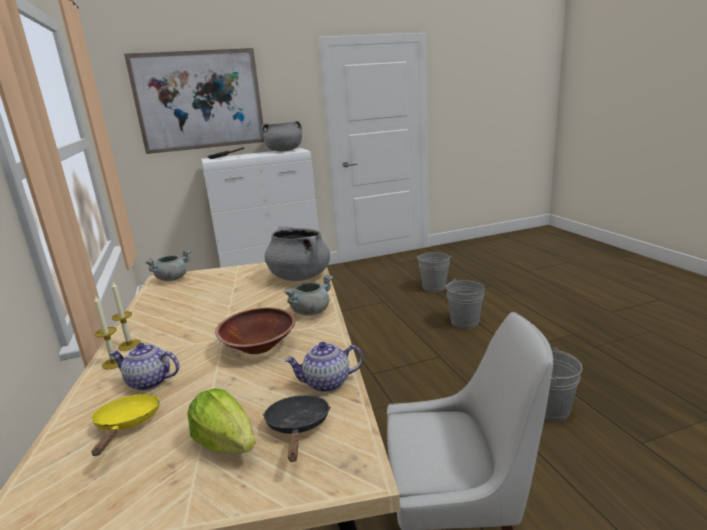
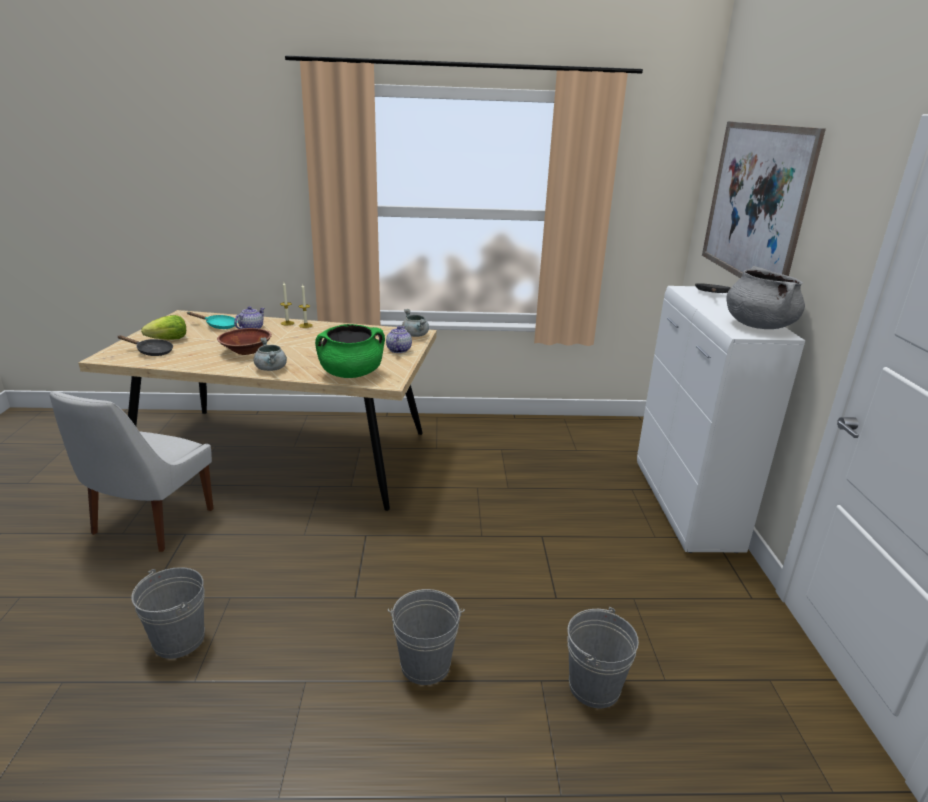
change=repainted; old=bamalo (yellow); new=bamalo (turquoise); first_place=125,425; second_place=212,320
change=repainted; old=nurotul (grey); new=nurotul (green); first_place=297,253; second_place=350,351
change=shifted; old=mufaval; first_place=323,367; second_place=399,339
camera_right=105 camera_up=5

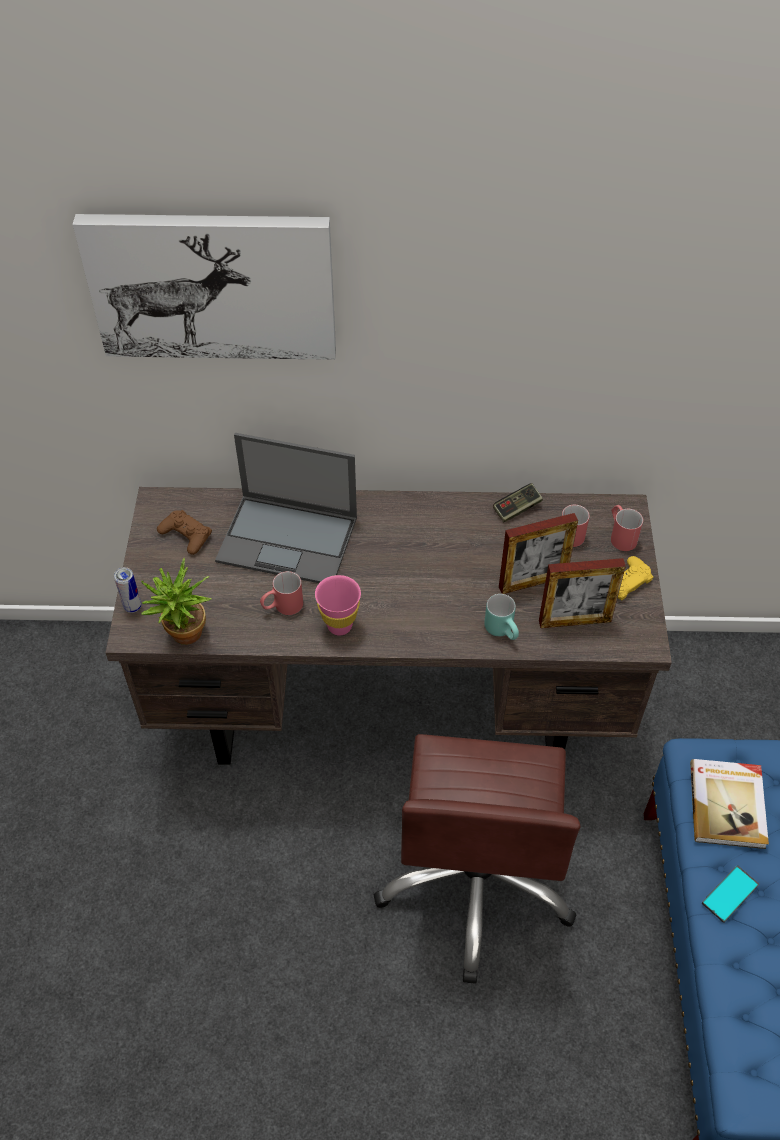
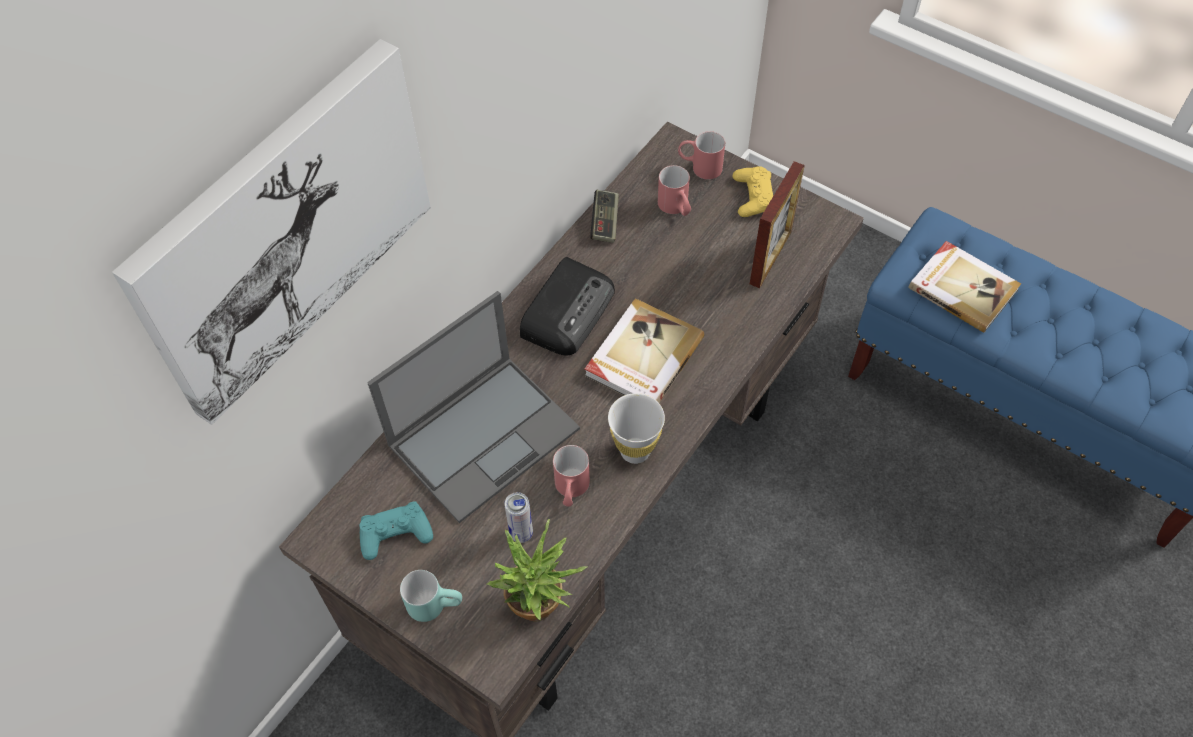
change=shifted; old=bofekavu; first_place=128,590; second_place=519,517
change=repainted; old=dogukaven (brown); new=dogukaven (turquoise); first_place=184,532; second_place=396,530
change=repainted; old=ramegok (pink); new=ramegok (white); first_place=338,605; second_place=636,428
change=gone; old=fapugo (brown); first_place=477,859
change=shifted; old=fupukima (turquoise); first_place=501,617; second_place=431,596
change=gone; old=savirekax; first_place=538,553
change=gone; old=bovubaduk; first_place=730,894
change=new; new=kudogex; second_place=567,306
change=new; new=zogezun; second_place=644,350
camera_right=-55 camera_up=5

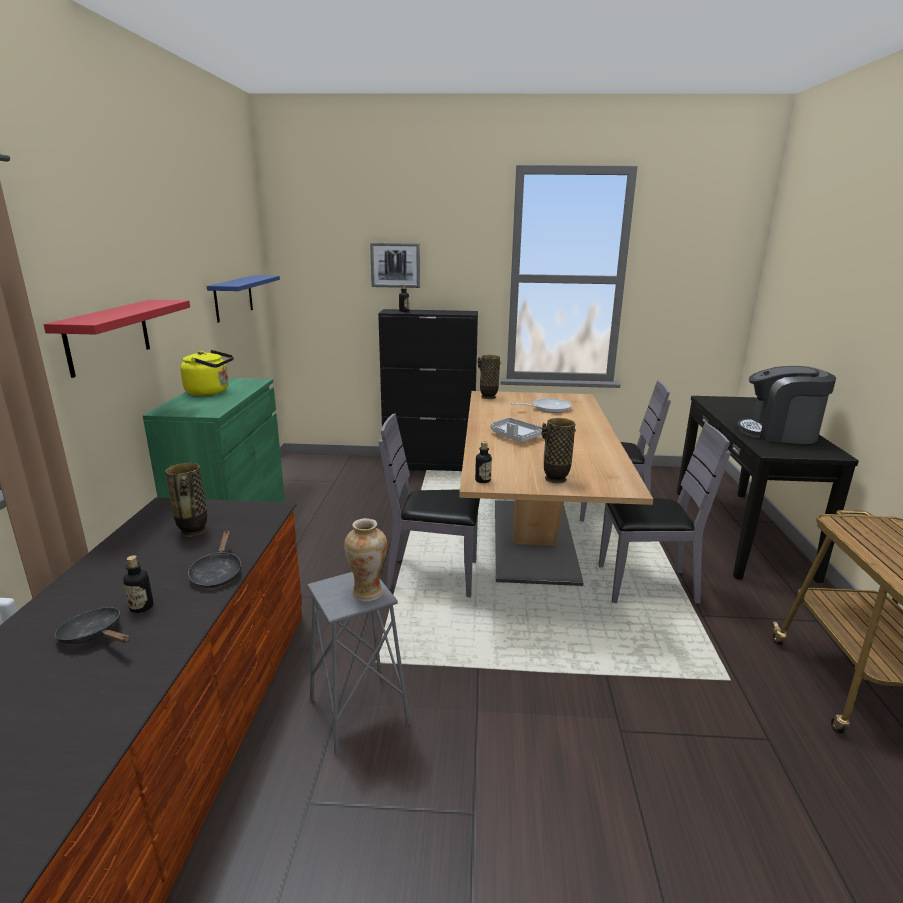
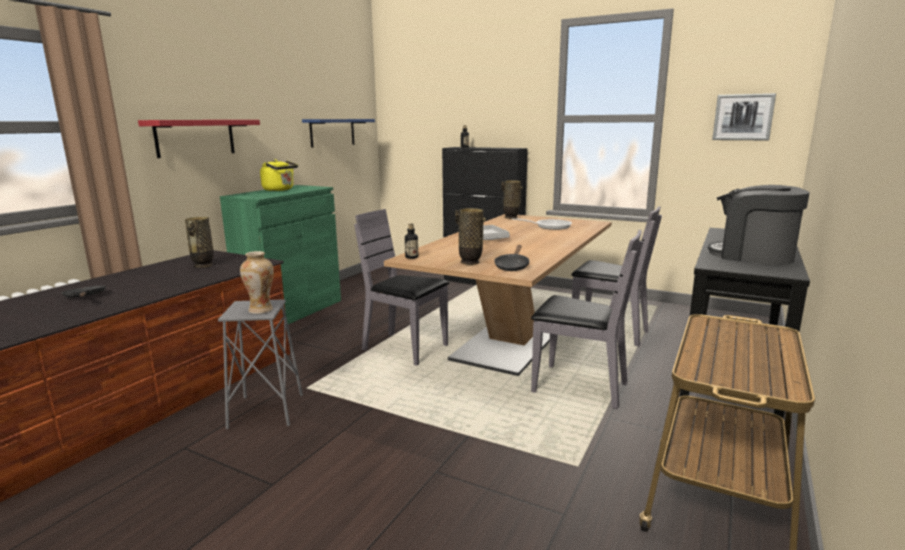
change=gone; old=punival; first_place=138,584
change=shifted; old=bamalo (black); first_place=215,559; second_place=512,258
change=shifted; old=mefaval; first_place=395,265; second_place=744,116
camera_right=25 camera_up=-5

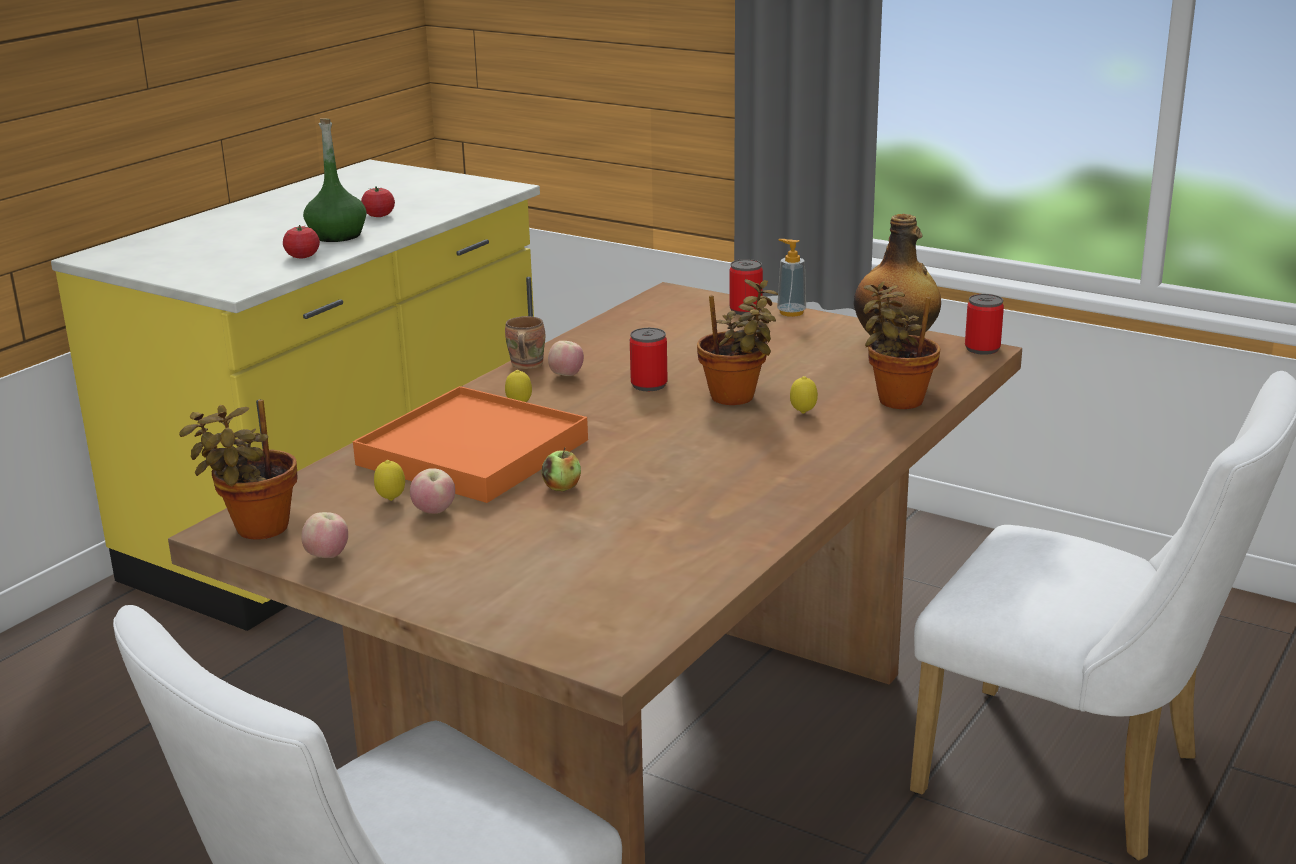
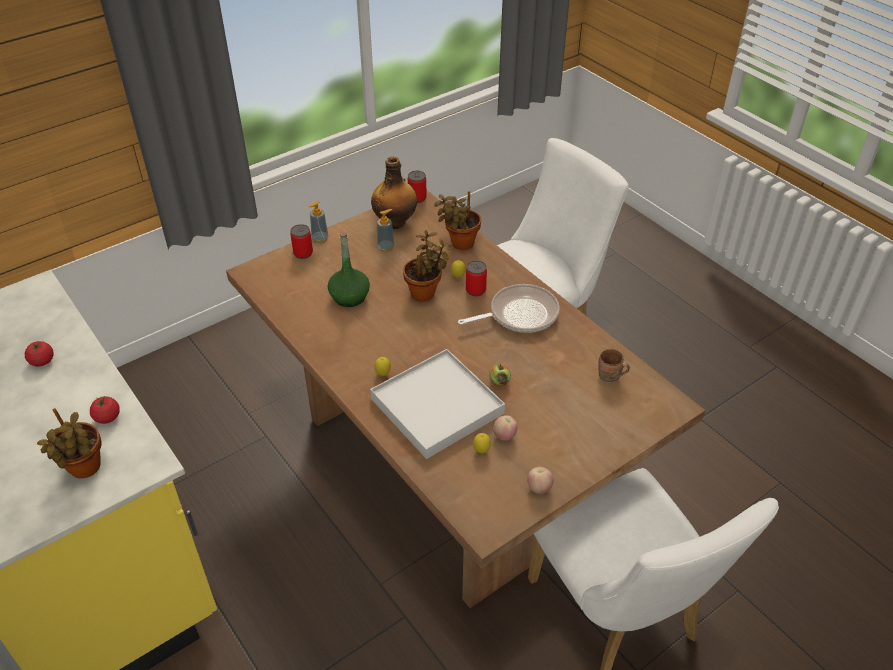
change=shifted; old=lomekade; first_place=238,470; second_place=69,443
change=shifted; old=punival (green); first_place=335,180; second_place=349,269
change=repainted; old=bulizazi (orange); new=bulizazi (white); first_place=470,444; second_place=437,404
change=shifted; old=fupukima (brown); first_place=525,342; second_place=614,366
change=gone; old=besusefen; first_place=566,358
change=shifted; old=bofekavu; first_place=649,359; second_place=476,278
change=new; new=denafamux; second_place=385,230
change=new; new=bamalo; second_place=509,308
camera_right=-70 camera_up=20

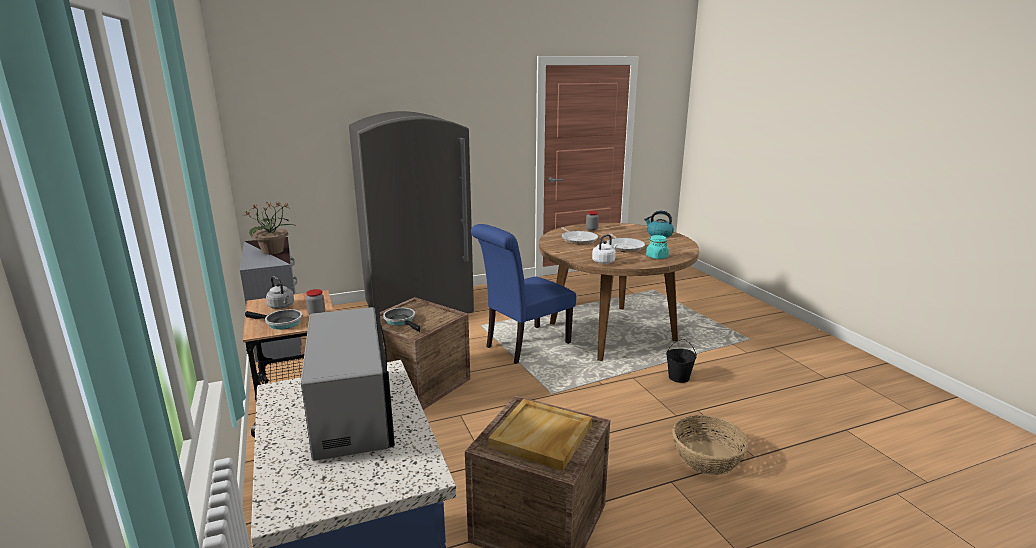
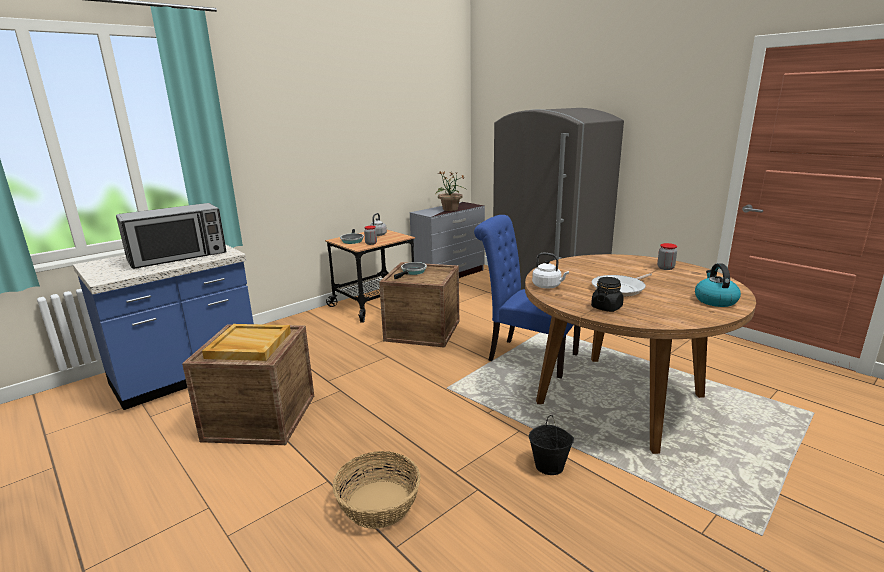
change=gone; old=bamalo; first_place=579,236
change=repainted; old=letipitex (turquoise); new=letipitex (black); first_place=657,247; second_place=607,294
camera_right=70 camera_up=0

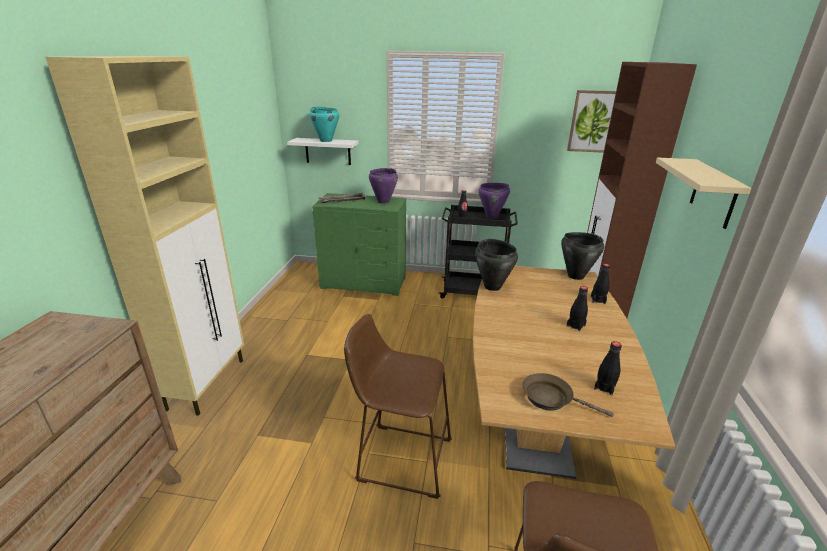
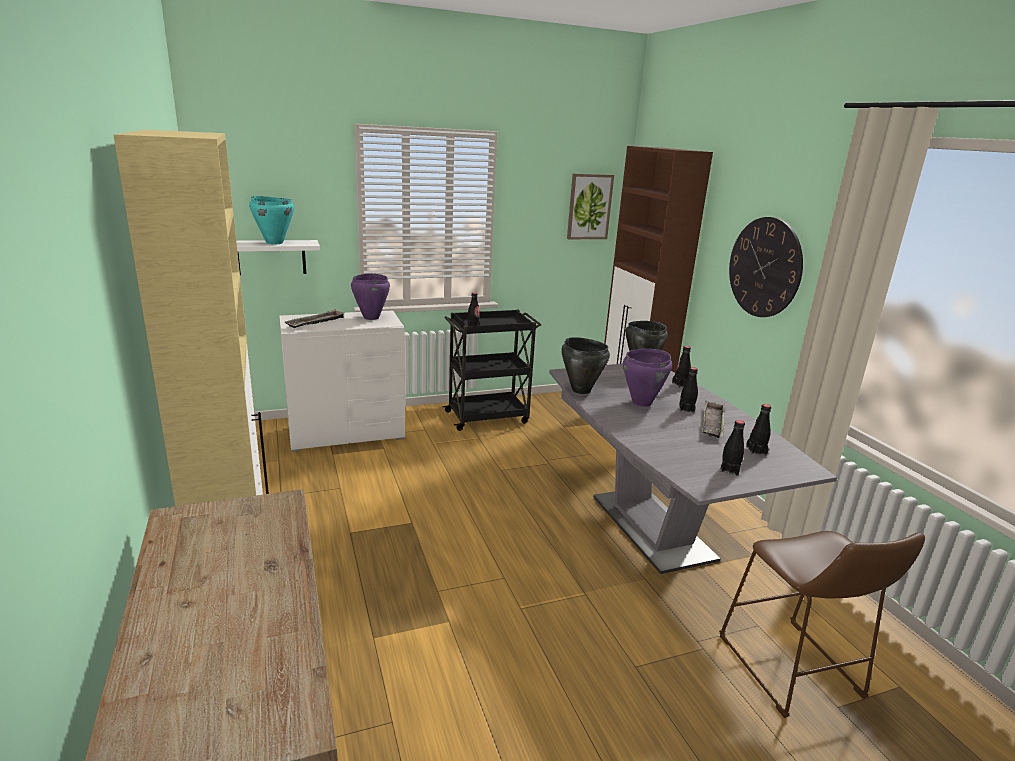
change=repainted; old=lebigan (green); new=lebigan (white); first_place=359,244; second_place=342,381
change=gone; old=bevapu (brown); first_place=398,406
change=repainted; old=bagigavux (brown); new=bagigavux (grey); first_place=574,372; second_place=693,469
change=shifted; old=nurotul (purple); first_place=494,200; second_place=647,378
change=swapped; old=bamalo (brown); new=punival (black); first_place=568,395; second_place=732,448
change=swapped; old=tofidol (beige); new=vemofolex; first_place=703,193; second_place=766,267
change=new; new=bulizazi; second_place=713,419
camera_right=-30 camera_up=-5

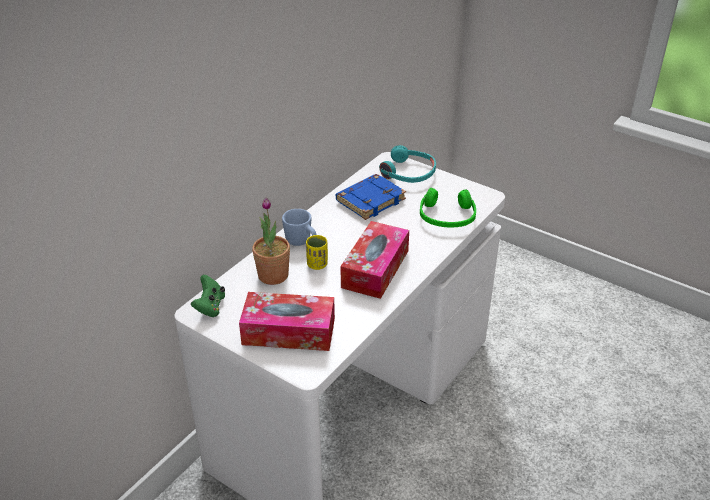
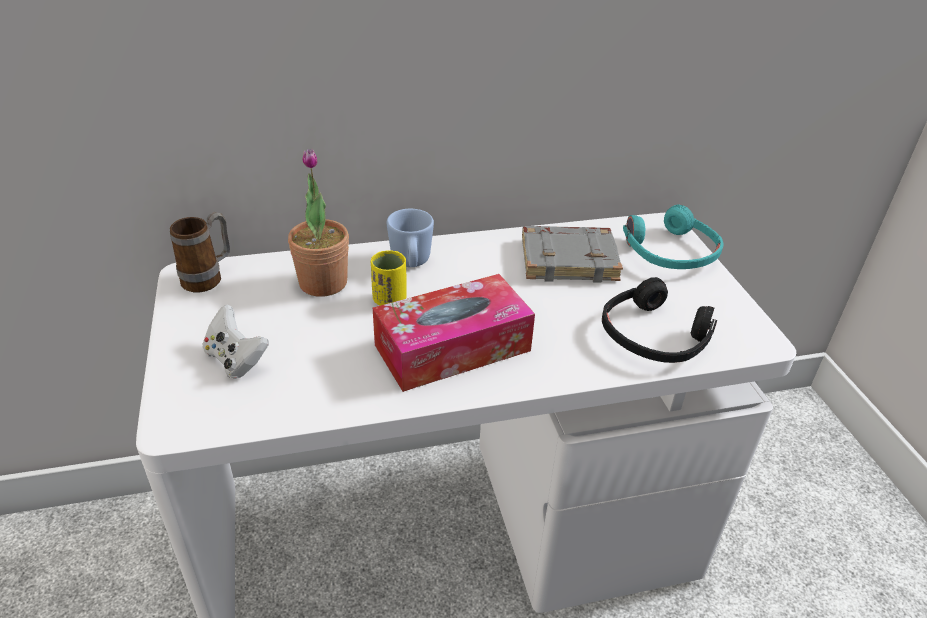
change=swapped; old=dogukaven (green); new=fupukima; first_place=208,296; second_place=200,252
change=swapped; old=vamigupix; new=dogukaven (white); first_place=287,321; second_place=236,342
change=repainted; old=zogezun (blue); new=zogezun (grey); first_place=371,197; second_place=572,254
change=repainted; old=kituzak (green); new=kituzak (black); first_place=448,207; second_place=659,320
camera_right=40 camera_up=0

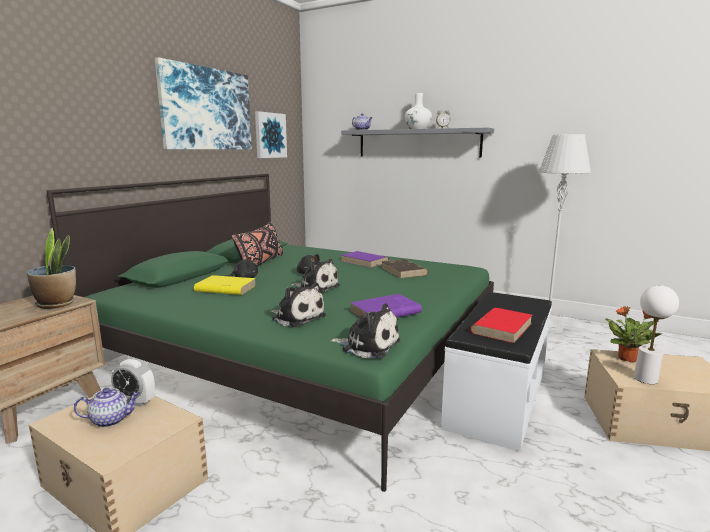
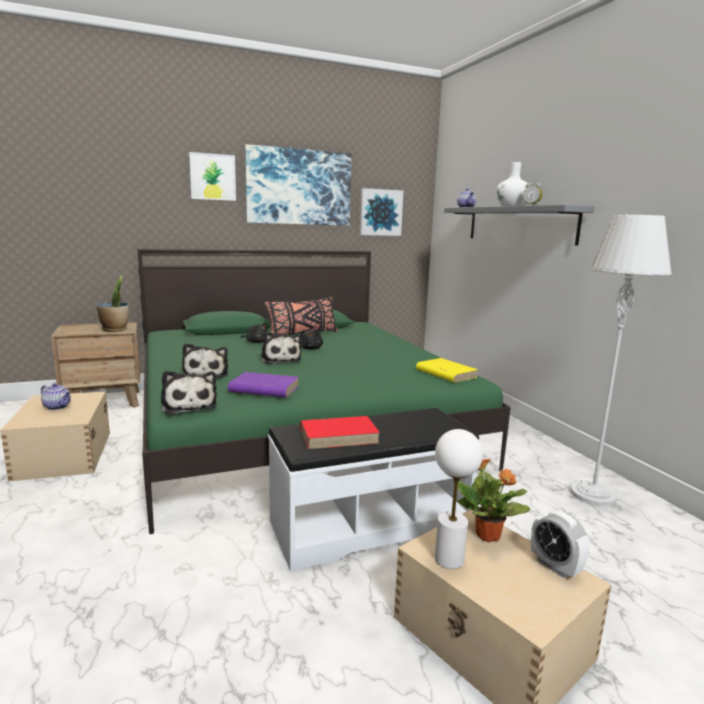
change=shifted; old=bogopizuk; first_place=133,383; second_place=560,544
change=shifted; old=zogezun (yellow); first_place=225,285; second_place=447,370
change=gone; old=zogezun (purple); first_place=365,259
change=gone; old=zogezun (brown); first_place=404,269
change=new; new=mefaval; second_place=212,176
camera_right=40 camera_up=0

